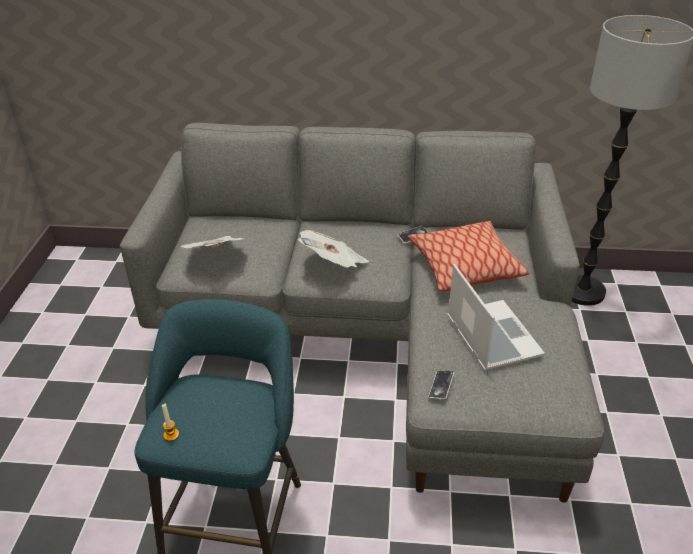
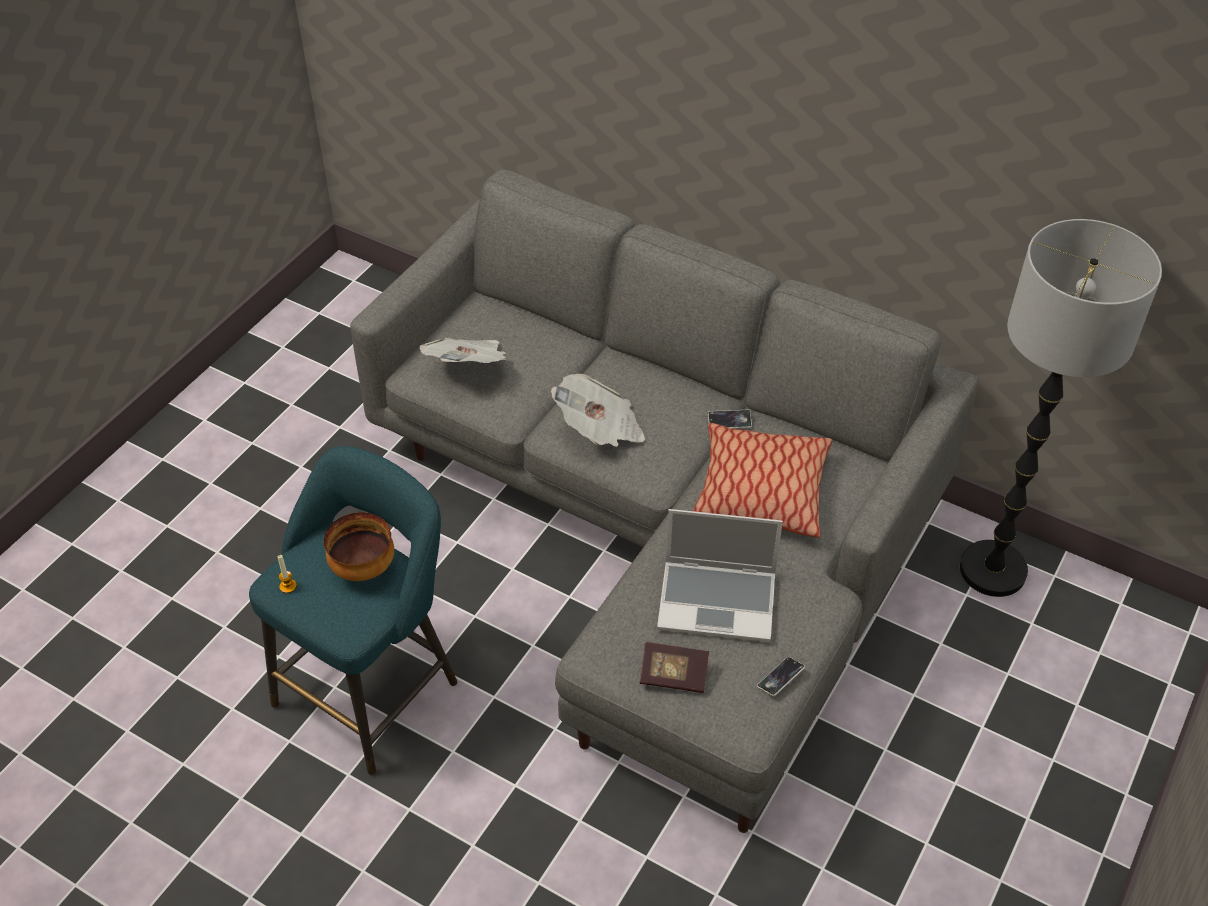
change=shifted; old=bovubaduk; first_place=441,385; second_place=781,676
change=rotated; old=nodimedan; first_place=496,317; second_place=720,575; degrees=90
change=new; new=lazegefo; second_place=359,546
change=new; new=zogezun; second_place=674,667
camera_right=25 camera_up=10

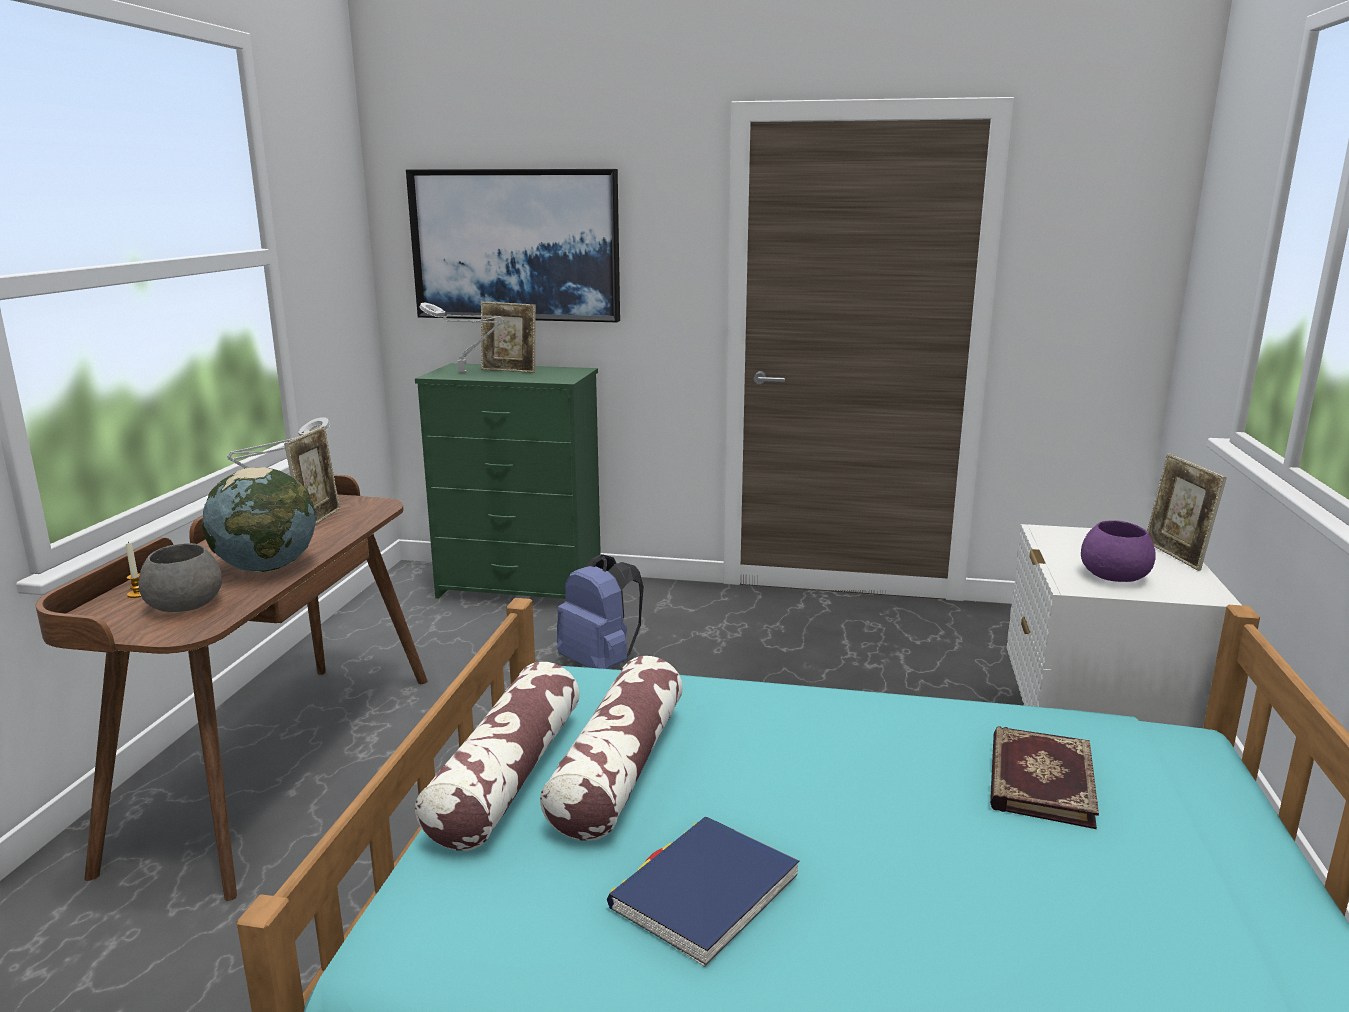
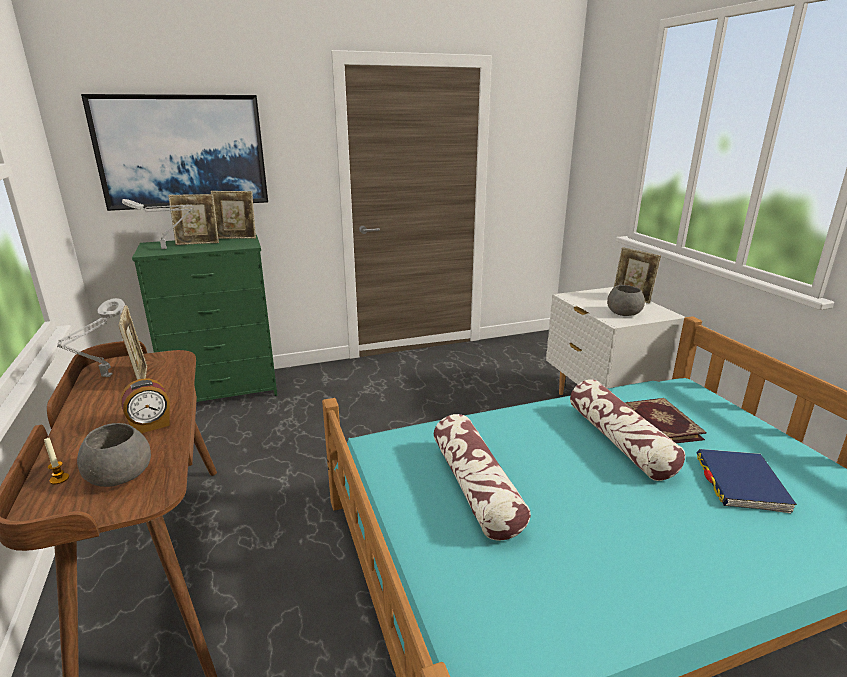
change=swapped; old=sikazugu; new=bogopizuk; first_place=258,519; second_place=145,405
change=shifted; old=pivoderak; first_place=497,756; second_place=627,430
change=gone; old=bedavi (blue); first_place=600,611
change=shifted; old=zogezun (blue); first_place=703,891; second_place=747,481
change=repainted; old=lazegefo (purple); new=lazegefo (grey); first_place=1118,551; second_place=626,300
change=new; new=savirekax; second_place=233,215
camera_right=-30 camera_up=5

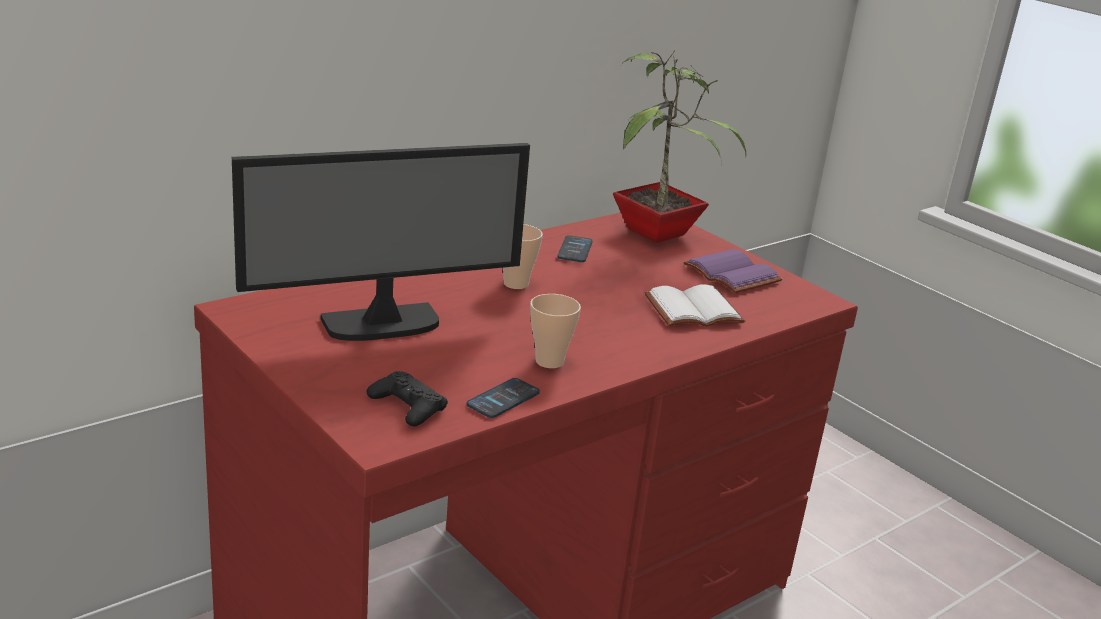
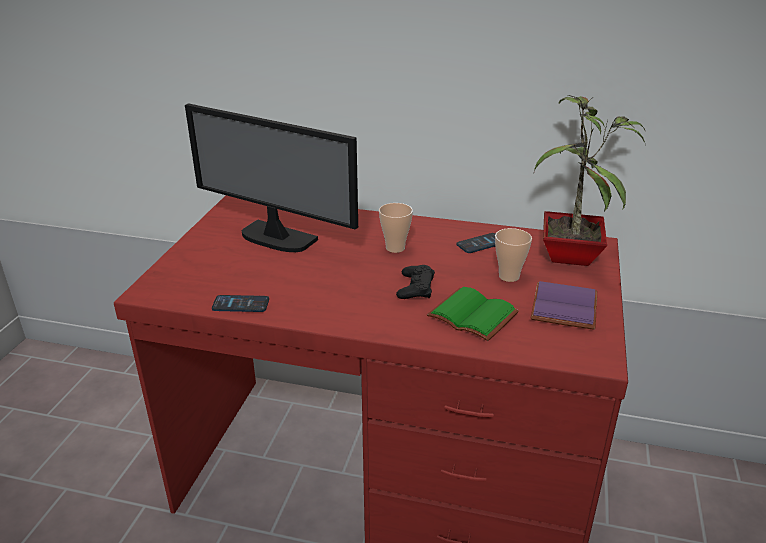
change=shifted; old=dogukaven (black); first_place=407,398; second_place=415,282
change=shifted; old=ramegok; first_place=555,331; second_place=513,255
change=repainted; old=zogezun (white); new=zogezun (green); first_place=695,305; second_place=473,314
camera_right=55 camera_up=5

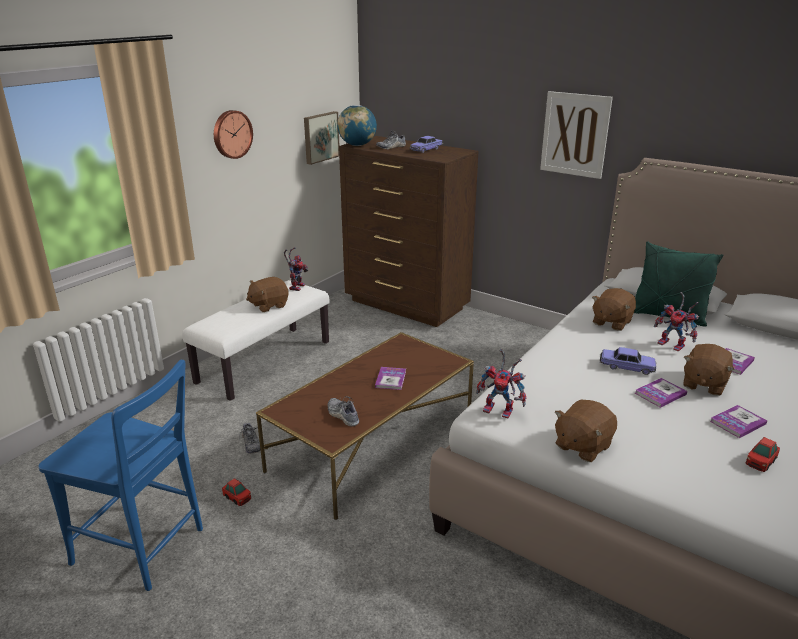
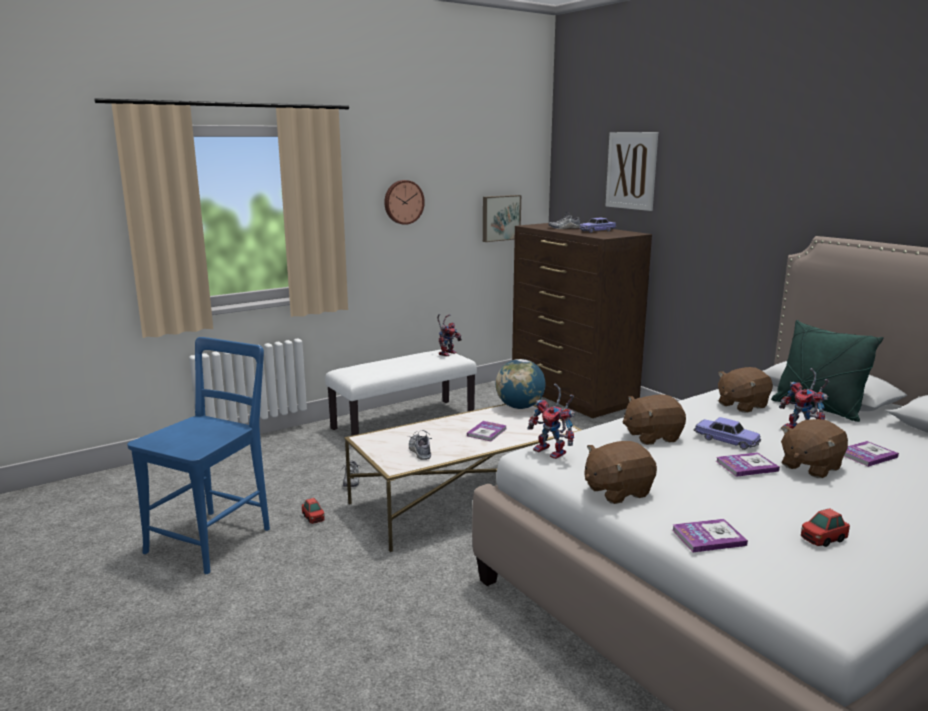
change=rotated; old=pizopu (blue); first_place=120,475; second_place=198,455; degrees=-105
change=shifted; old=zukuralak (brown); first_place=267,294; second_place=654,420
change=repainted; old=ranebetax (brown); new=ranebetax (white); first_place=365,426; second_place=463,478
change=shifted; old=sikazugu; first_place=357,125; second_place=521,384
change=shifted; old=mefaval; first_place=576,135; second_place=631,171
change=shifted; old=zogezun; first_place=738,421; second_place=710,535
camera_right=20 camera_up=-10

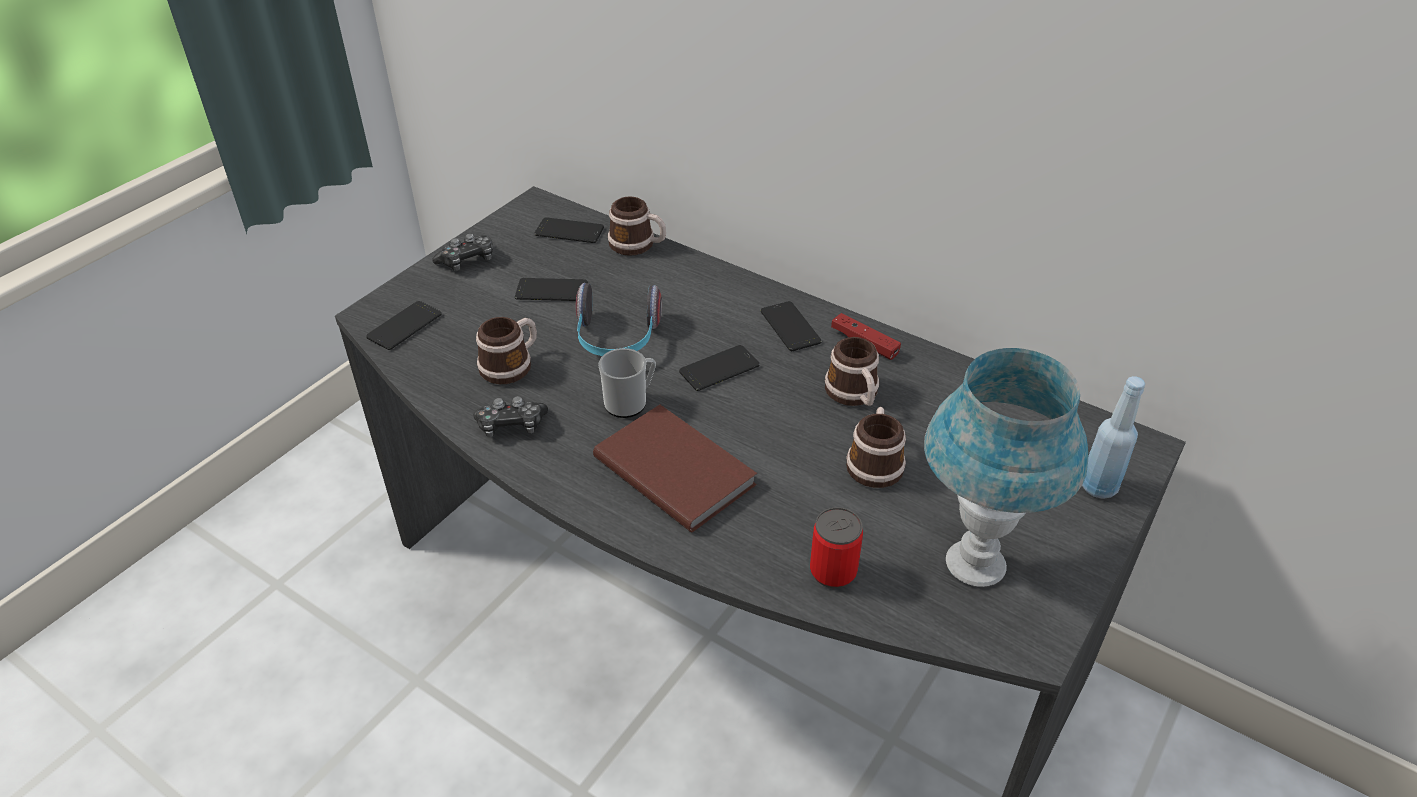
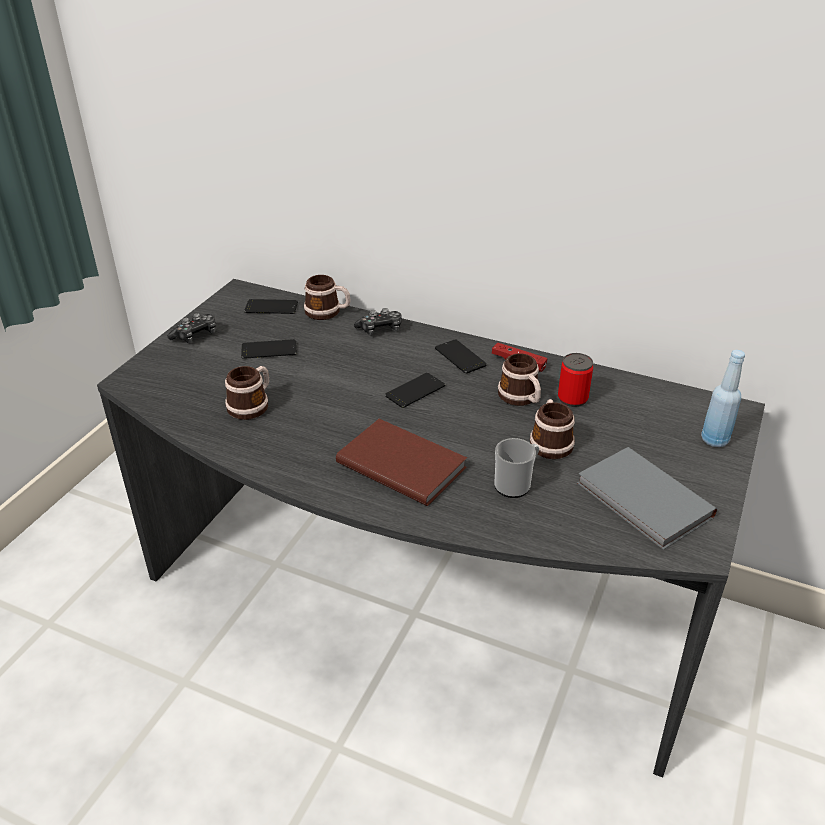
change=gone; old=bovubaduk; first_place=404,325
change=shifted; old=dogukaven; first_place=510,416; second_place=378,321
change=gone; old=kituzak; first_place=619,319
change=shifted; old=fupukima; first_place=627,383; second_place=516,468
change=shifted; old=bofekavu; first_place=836,547; second_place=575,380
change=swapped; old=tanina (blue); new=zogezun (grey); first_place=1006,467; second_place=647,498
camera_right=-10 camera_up=-5

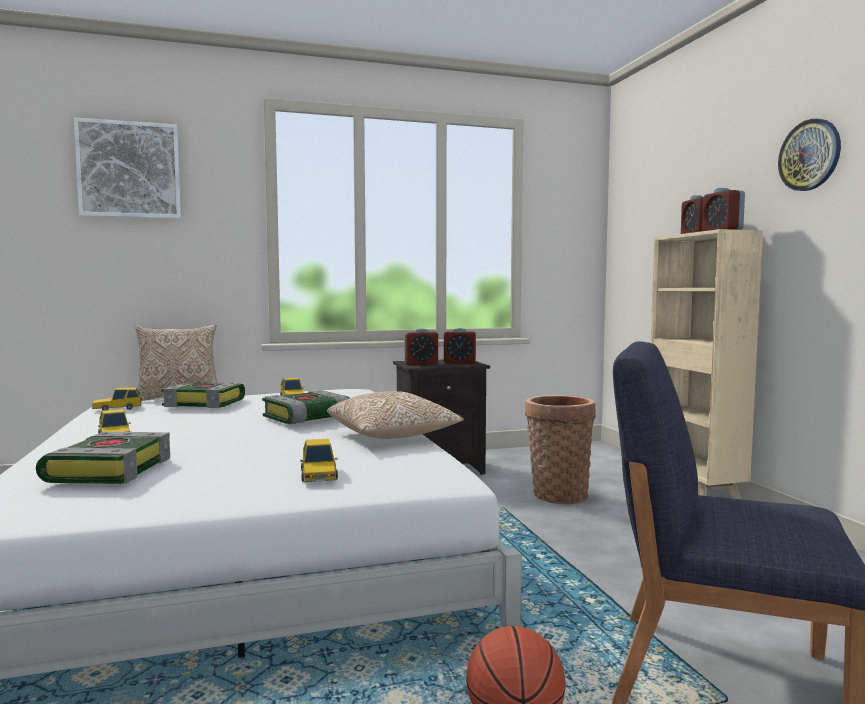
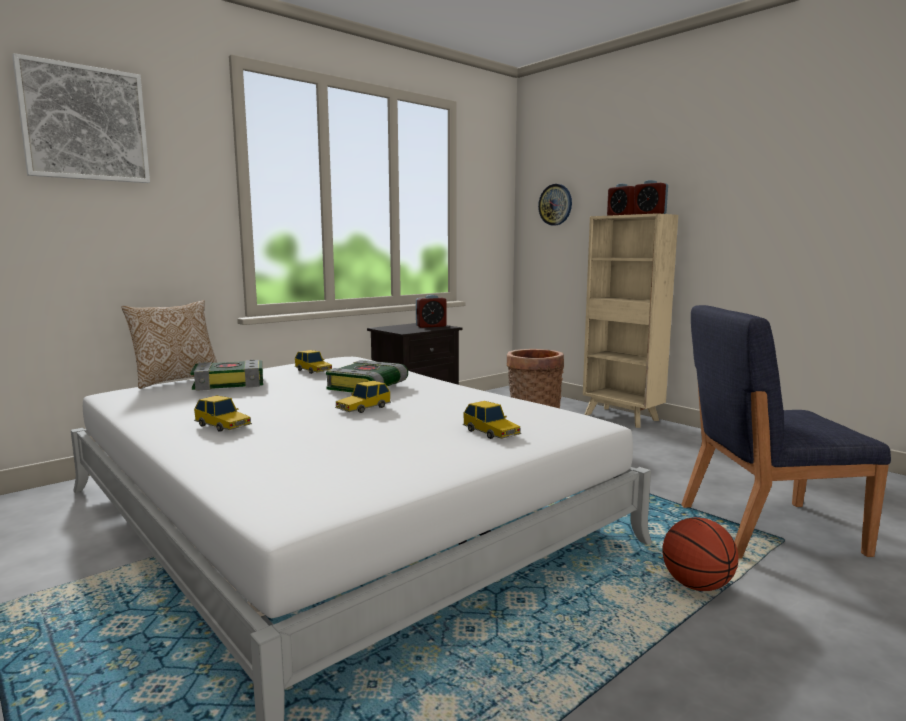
change=gone; old=zogezun; first_place=103,458
change=shifted; old=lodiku; first_place=117,399; second_place=363,397
change=gone; old=pivoderak; first_place=395,415
change=gone; old=bogopizuk; first_place=421,347
change=shifted; old=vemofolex; first_place=809,155; second_place=555,204
camera_right=-25 camera_up=5

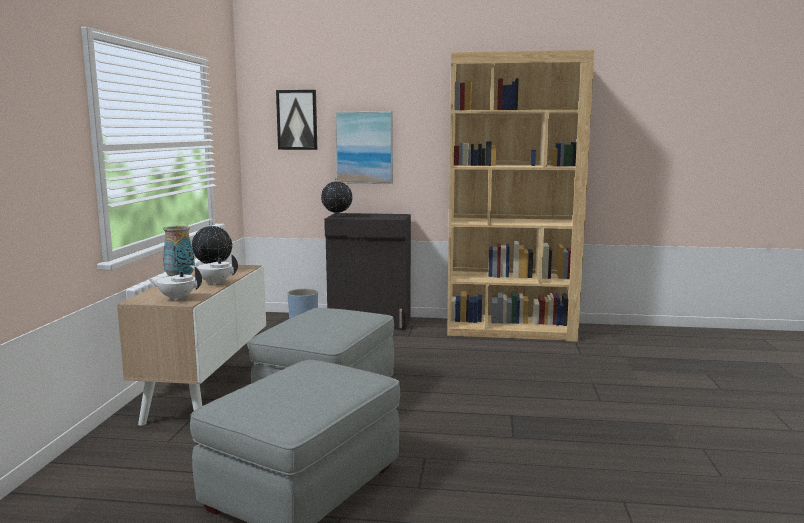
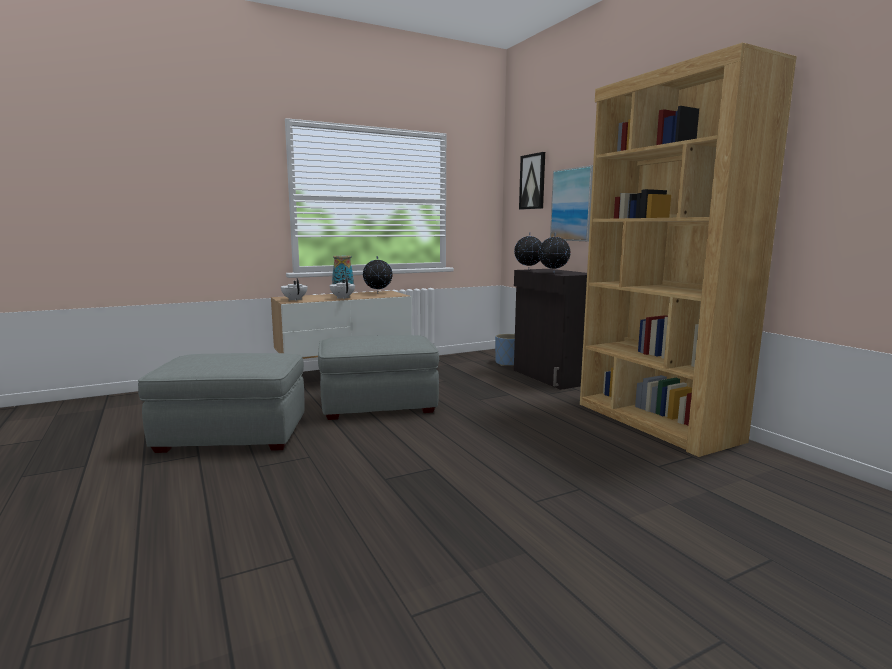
change=new; new=sikazugu; second_place=554,253
camera_right=55 camera_up=0

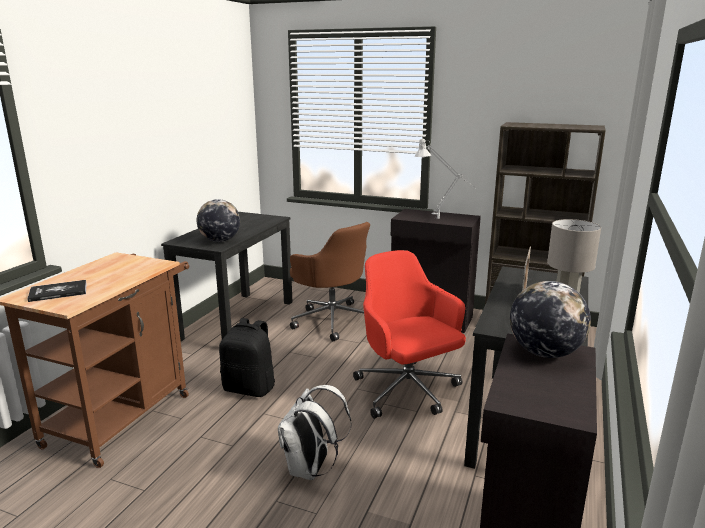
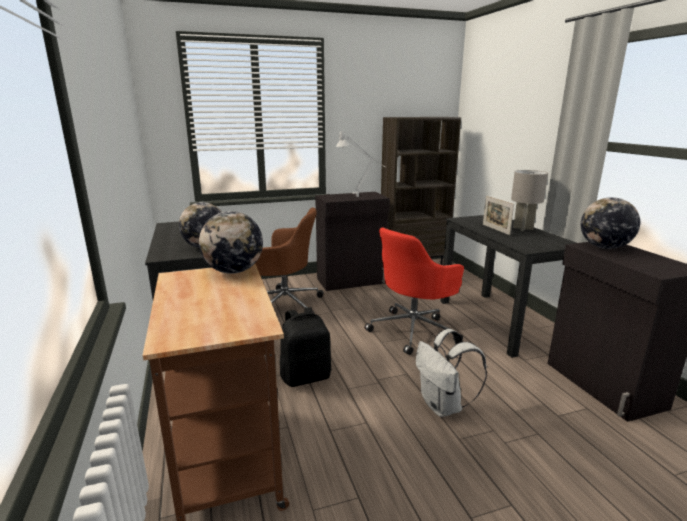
change=gone; old=zogezun; first_place=57,291
change=rotated; old=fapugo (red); first_place=409,334; second_place=414,291; degrees=-60
change=new; new=sikazugu; second_place=231,242
camera_right=-40 camera_up=0

